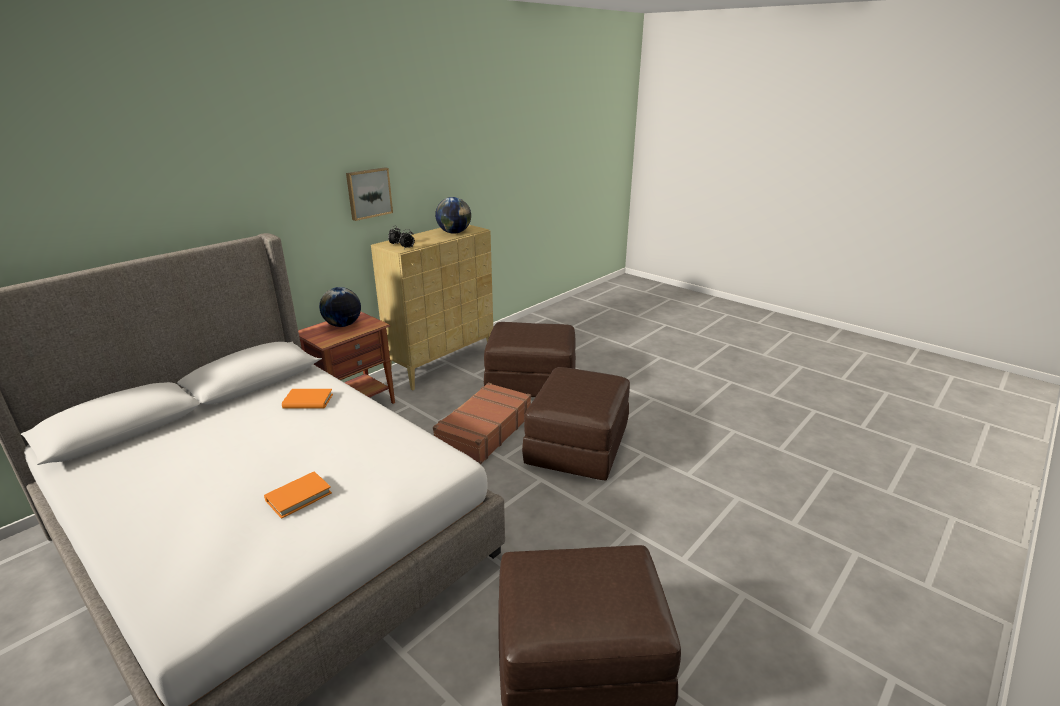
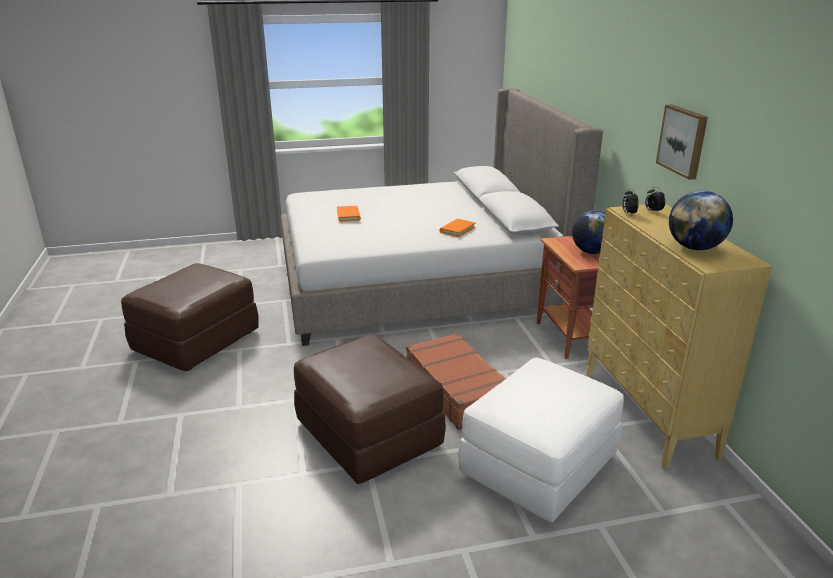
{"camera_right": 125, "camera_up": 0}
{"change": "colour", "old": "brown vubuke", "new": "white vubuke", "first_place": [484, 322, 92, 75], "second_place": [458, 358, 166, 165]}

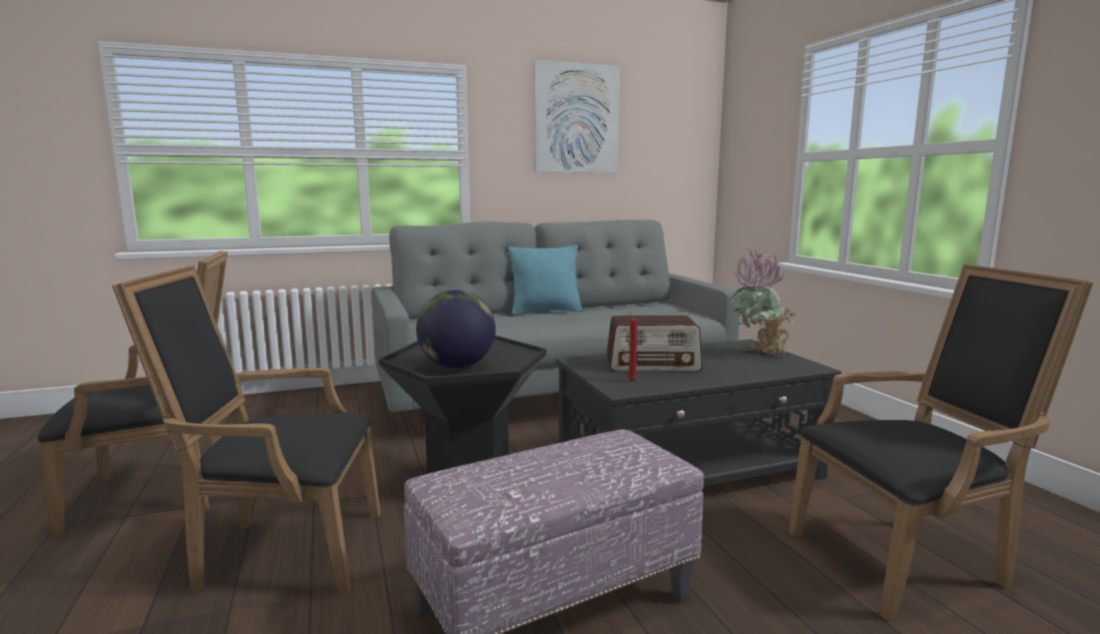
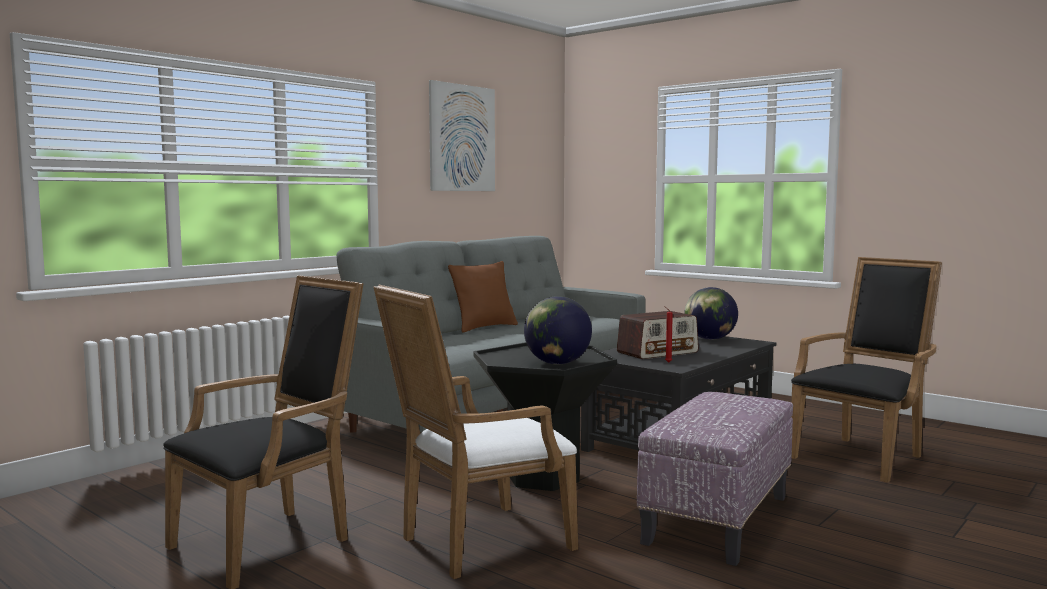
{"camera_right": -30, "camera_up": -5}
{"change": "exchanged", "old": "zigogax", "new": "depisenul", "first_place": [730, 248, 67, 107], "second_place": [684, 287, 54, 53]}
{"change": "colour", "old": "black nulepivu", "new": "white nulepivu", "first_place": [112, 265, 269, 330], "second_place": [374, 285, 204, 294]}
{"change": "colour", "old": "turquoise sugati", "new": "brown sugati", "first_place": [508, 245, 75, 70], "second_place": [448, 261, 70, 72]}

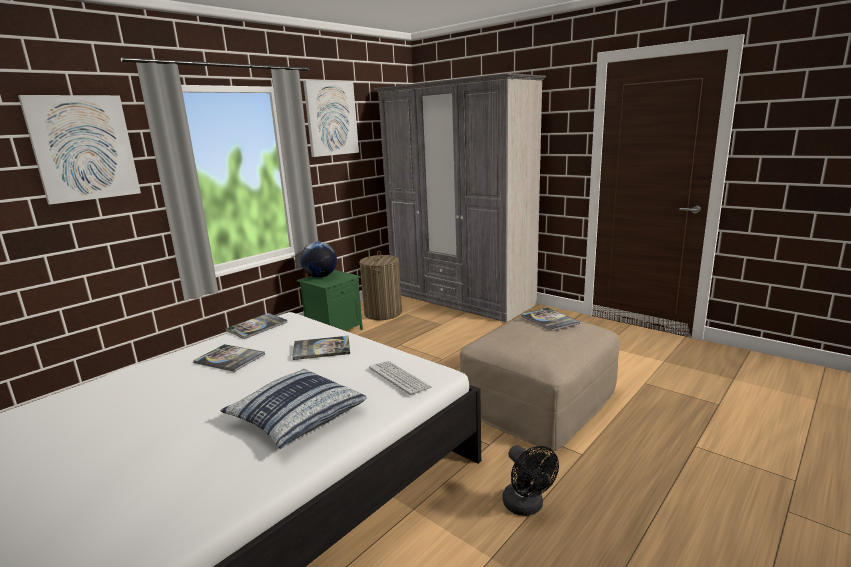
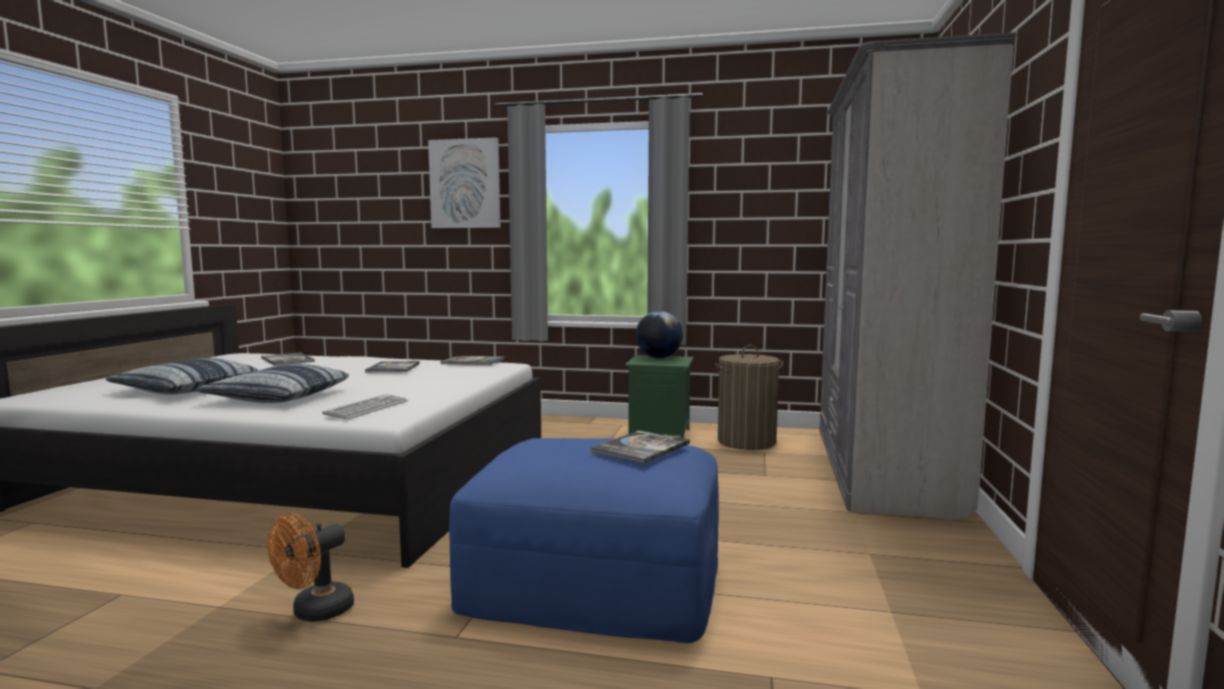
{"camera_right": 60, "camera_up": -10}
{"change": "missing", "old": "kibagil", "first_place": [303, 81, 56, 76]}
{"change": "appeared", "new": "sugati", "second_place": [105, 358, 153, 36]}
{"change": "relocated", "old": "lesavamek", "first_place": [292, 336, 58, 24], "second_place": [261, 352, 54, 14]}
{"change": "colour", "old": "beige vubuke", "new": "blue vubuke", "first_place": [460, 316, 160, 135], "second_place": [449, 438, 270, 205]}
{"change": "colour", "old": "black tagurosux", "new": "orange tagurosux", "first_place": [502, 445, 57, 71], "second_place": [268, 513, 86, 109]}

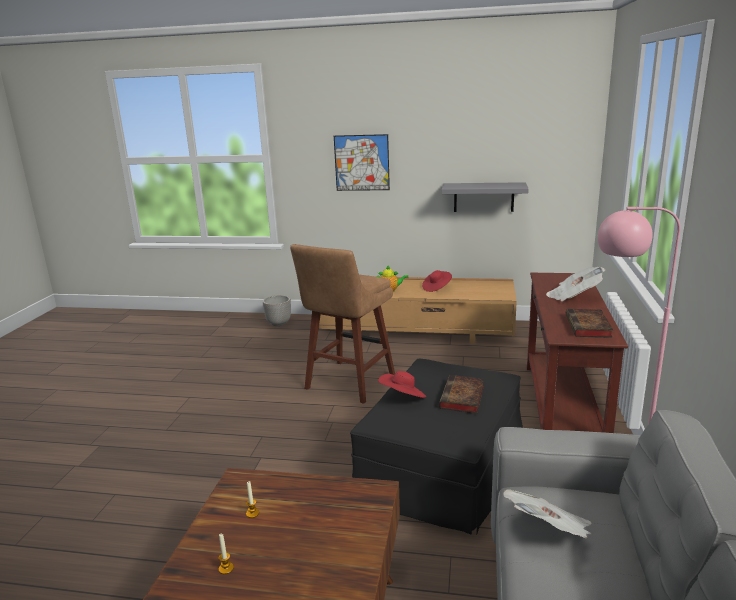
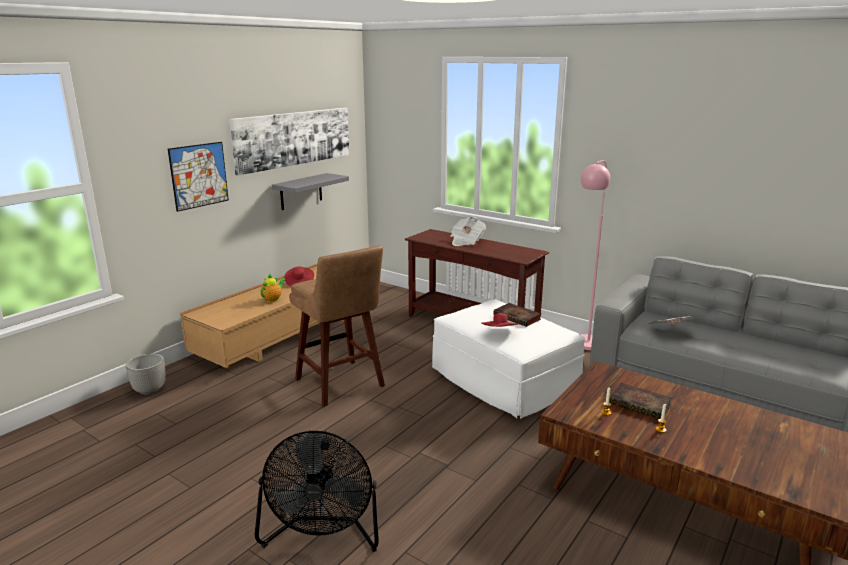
{"camera_right": -65, "camera_up": 0}
{"change": "appeared", "new": "kibagil", "second_place": [229, 108, 120, 68]}
{"change": "appeared", "new": "black tagurosux", "second_place": [255, 430, 124, 122]}
{"change": "relocated", "old": "lesavamek", "first_place": [566, 309, 48, 29], "second_place": [609, 383, 63, 36]}
{"change": "colour", "old": "black vubuke", "new": "white vubuke", "first_place": [350, 359, 173, 176], "second_place": [432, 300, 153, 119]}

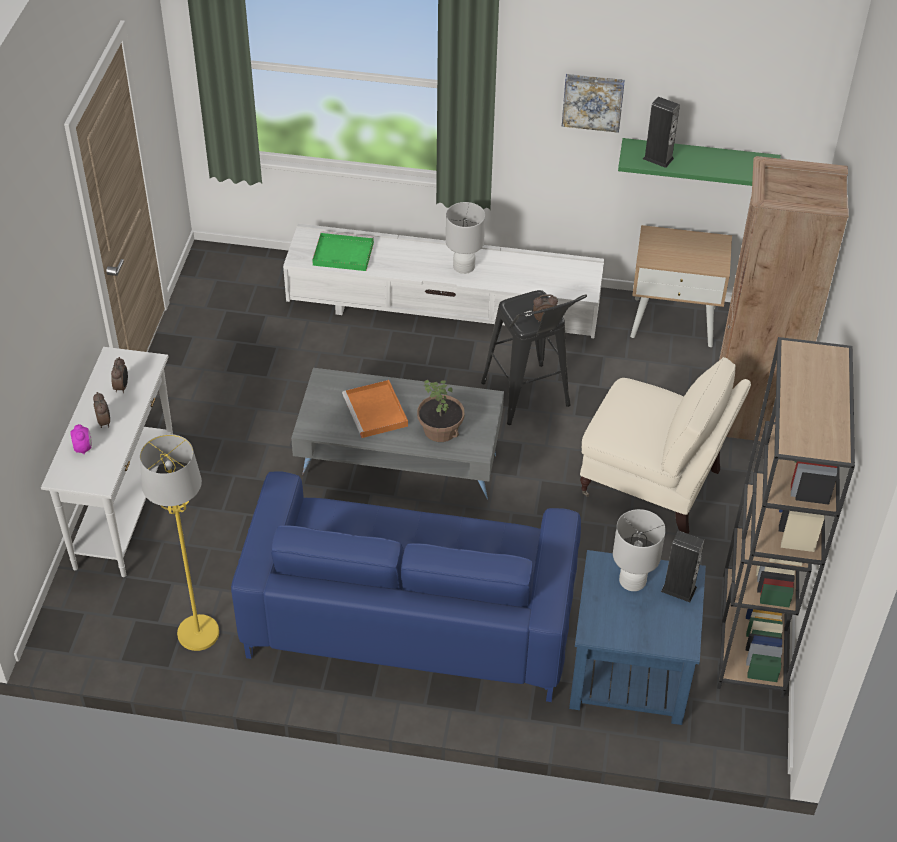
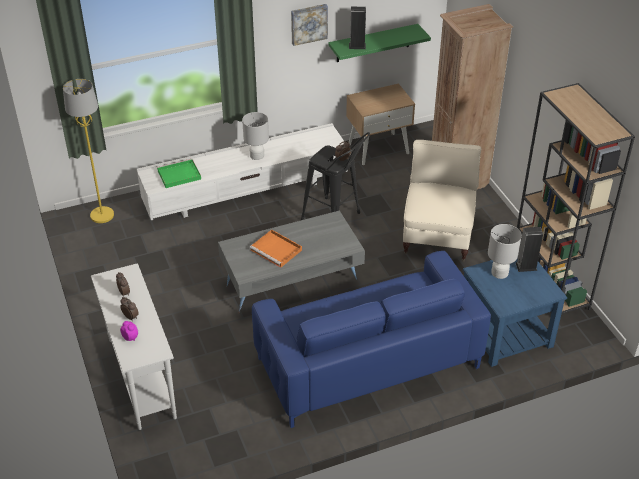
{"camera_right": -30, "camera_up": -5}
{"change": "missing", "old": "zigogax", "first_place": [417, 380, 47, 62]}
{"change": "relocated", "old": "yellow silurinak", "first_place": [140, 434, 79, 217], "second_place": [63, 79, 51, 144]}
{"change": "spun", "old": "beige nulepivu", "first_place": [580, 357, 171, 177], "second_place": [403, 140, 78, 122], "degrees": -75}

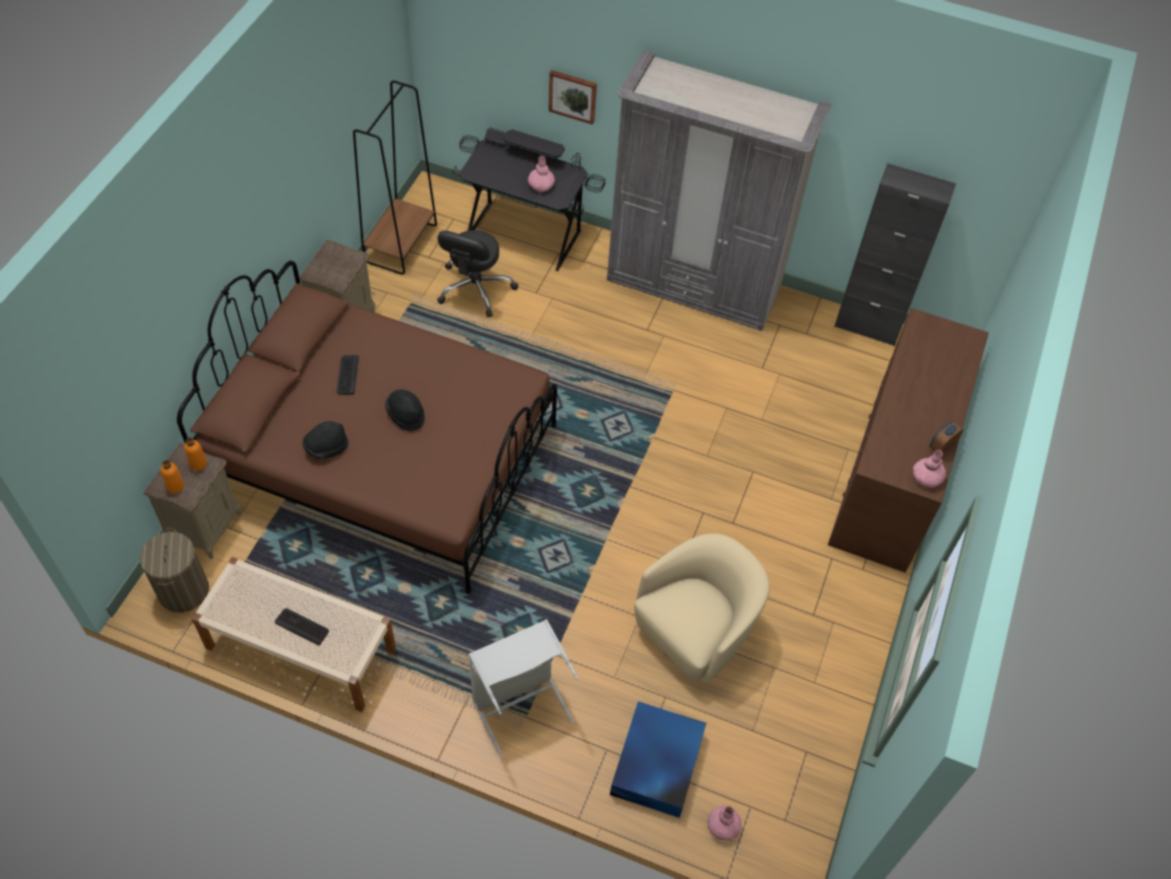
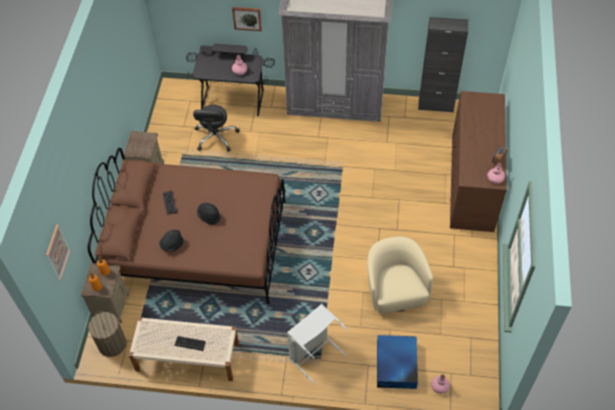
{"camera_right": -10, "camera_up": 0}
{"change": "missing", "old": "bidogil", "first_place": [353, 80, 84, 195]}
{"change": "appeared", "new": "kibagil", "second_place": [46, 224, 25, 56]}
{"change": "spun", "old": "beige nulepivu", "first_place": [634, 533, 136, 150], "second_place": [367, 236, 66, 78], "degrees": -45}

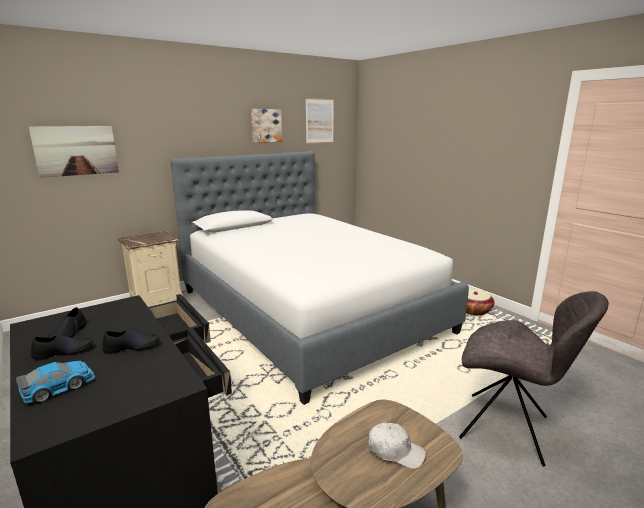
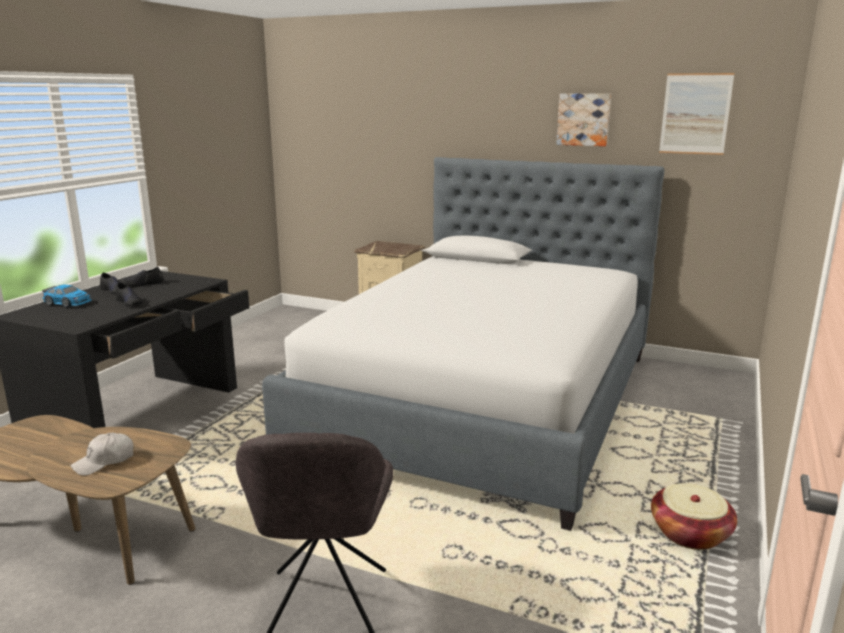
{"camera_right": 60, "camera_up": 0}
{"change": "missing", "old": "kibagil", "first_place": [29, 126, 90, 52]}
{"change": "spun", "old": "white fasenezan", "first_place": [368, 423, 58, 46], "second_place": [71, 433, 63, 43], "degrees": 60}

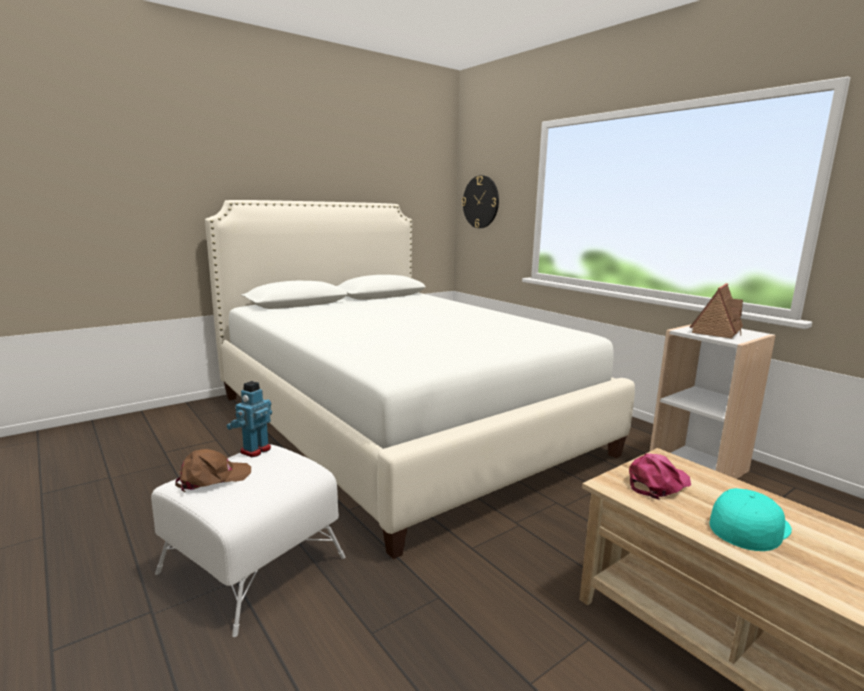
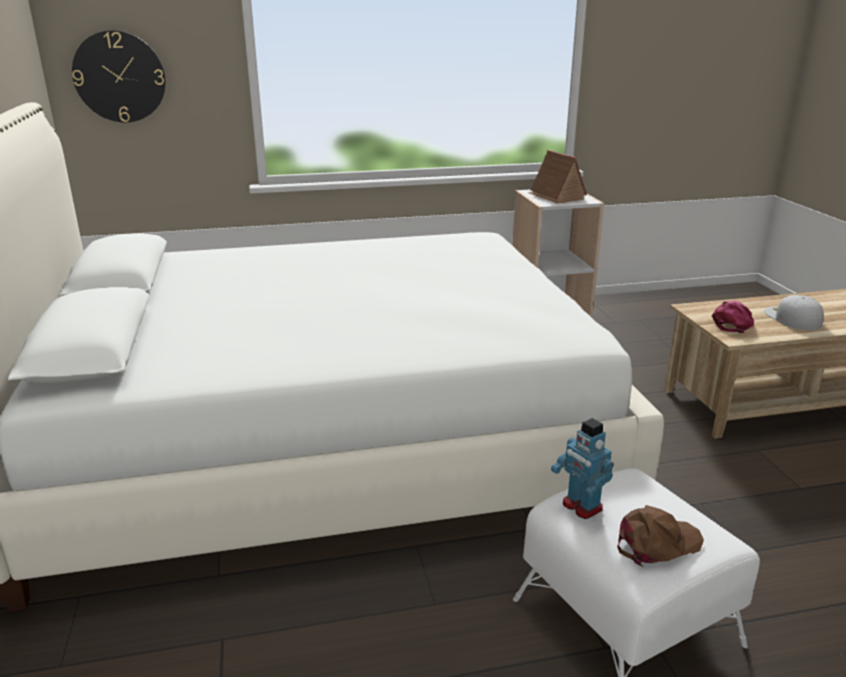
{"camera_right": -65, "camera_up": 10}
{"change": "colour", "old": "turquoise fasenezan", "new": "white fasenezan", "first_place": [709, 488, 83, 63], "second_place": [764, 295, 60, 35]}
{"change": "spun", "old": "brown fasenezan", "first_place": [175, 449, 76, 43], "second_place": [617, 505, 87, 62], "degrees": 75}
{"change": "spun", "old": "pink fasenezan", "first_place": [629, 453, 62, 47], "second_place": [712, 301, 42, 32], "degrees": 45}

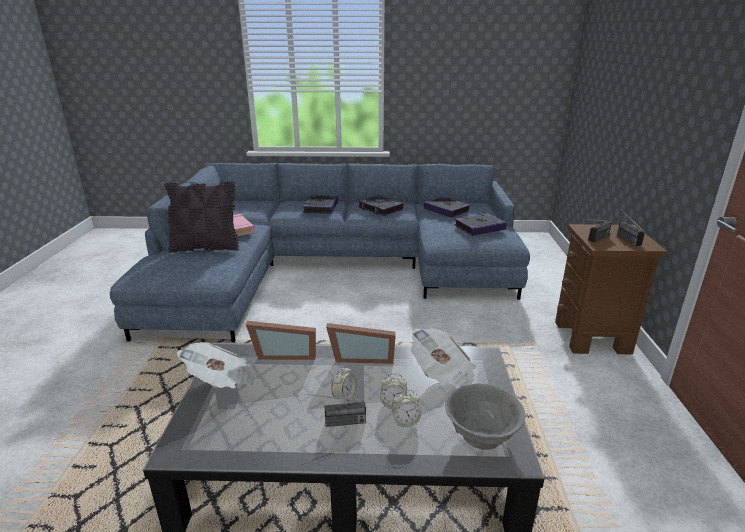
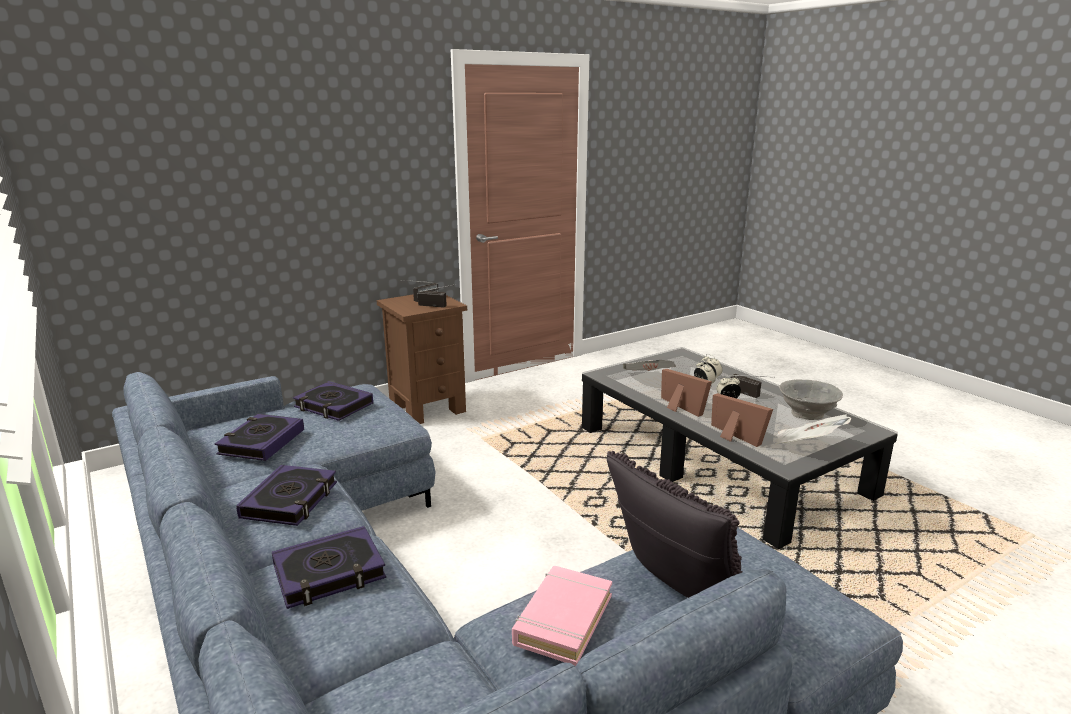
{"camera_right": -125, "camera_up": -5}
{"change": "relocated", "old": "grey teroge", "first_place": [445, 384, 80, 66], "second_place": [779, 380, 64, 40]}

